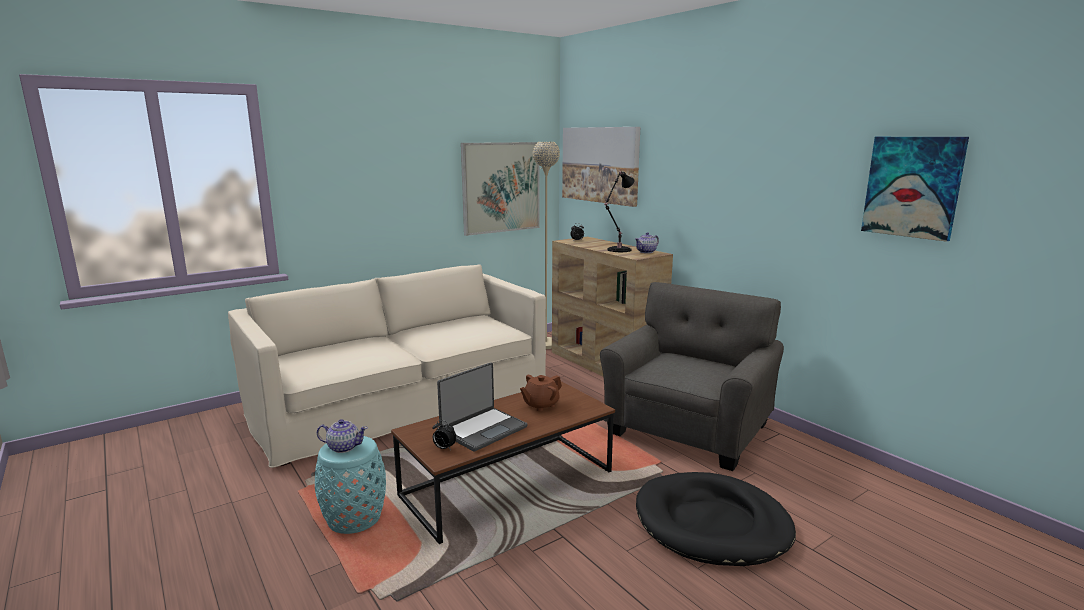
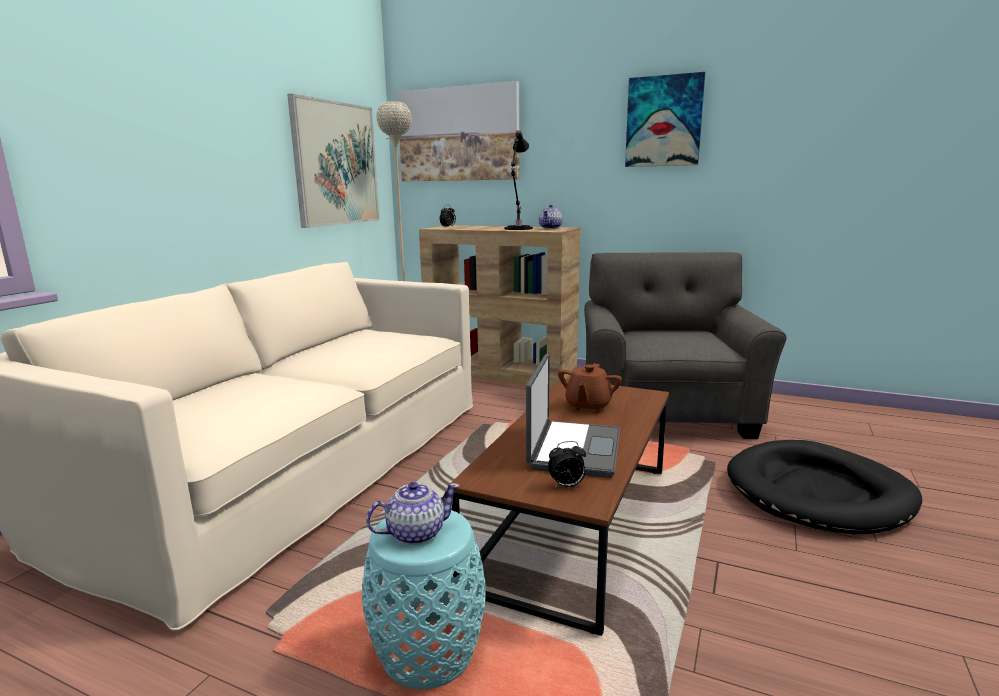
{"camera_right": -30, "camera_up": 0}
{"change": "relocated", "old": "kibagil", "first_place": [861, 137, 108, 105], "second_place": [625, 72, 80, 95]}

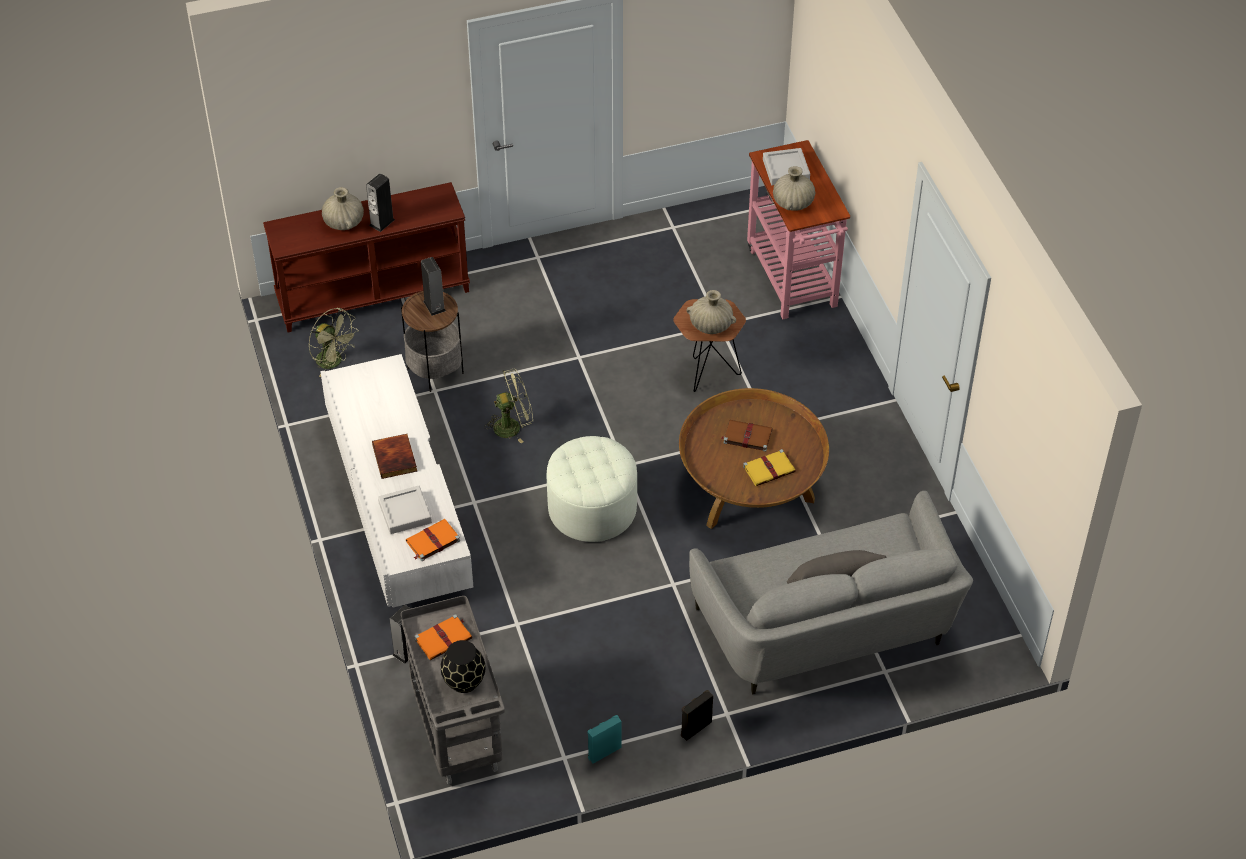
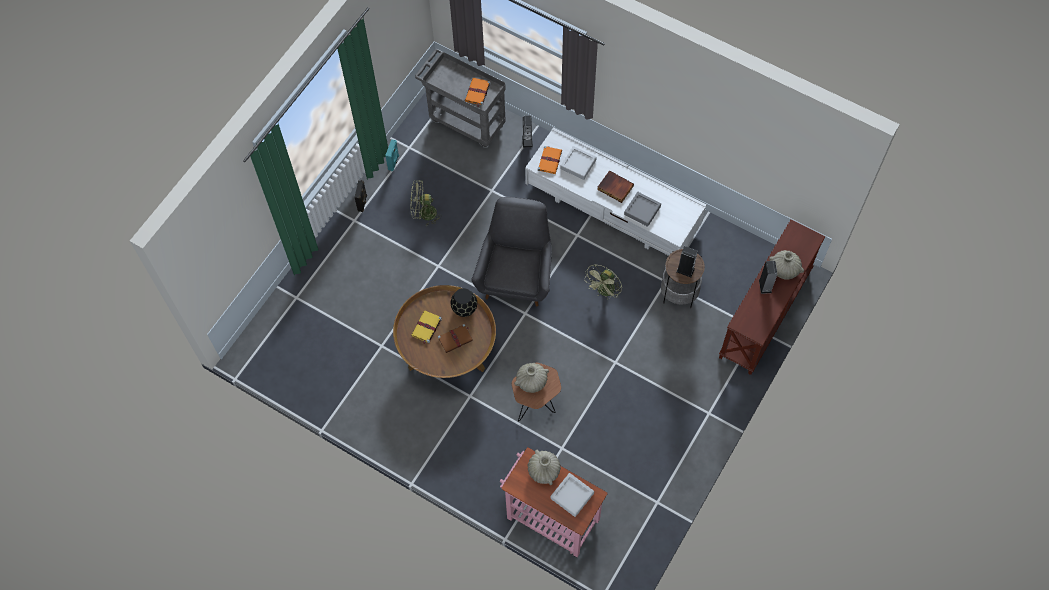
{"camera_right": 140, "camera_up": 15}
{"change": "missing", "old": "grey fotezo", "first_place": [689, 491, 284, 204]}
{"change": "appeared", "new": "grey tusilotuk", "second_place": [624, 192, 37, 35]}
{"change": "relocated", "old": "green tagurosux", "first_place": [308, 308, 51, 69], "second_place": [410, 180, 32, 46]}
{"change": "relocated", "old": "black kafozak", "first_place": [440, 640, 45, 53], "second_place": [451, 288, 26, 29]}
{"change": "exchanged", "old": "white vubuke", "new": "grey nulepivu", "first_place": [547, 436, 90, 106], "second_place": [471, 197, 81, 109]}

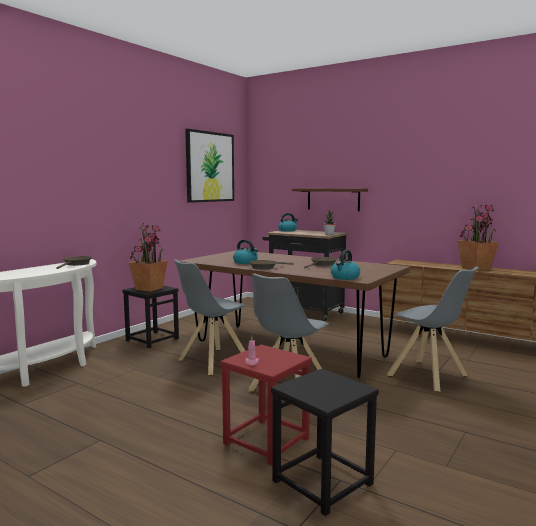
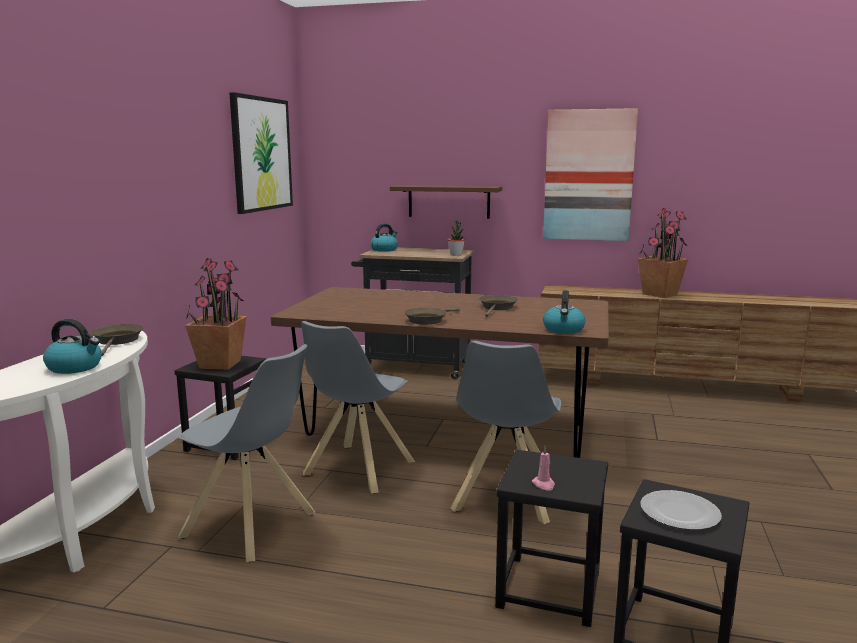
{"camera_right": -20, "camera_up": 5}
{"change": "appeared", "new": "kibagil", "second_place": [543, 108, 95, 133]}
{"change": "appeared", "new": "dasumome", "second_place": [640, 490, 82, 40]}
{"change": "relocated", "old": "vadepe", "first_place": [233, 239, 25, 25], "second_place": [43, 319, 59, 55]}
{"change": "relocated", "old": "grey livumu", "first_place": [387, 266, 92, 126], "second_place": [178, 344, 138, 218]}
{"change": "colour", "old": "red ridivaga", "new": "black ridivaga", "first_place": [220, 345, 92, 120], "second_place": [495, 450, 113, 177]}

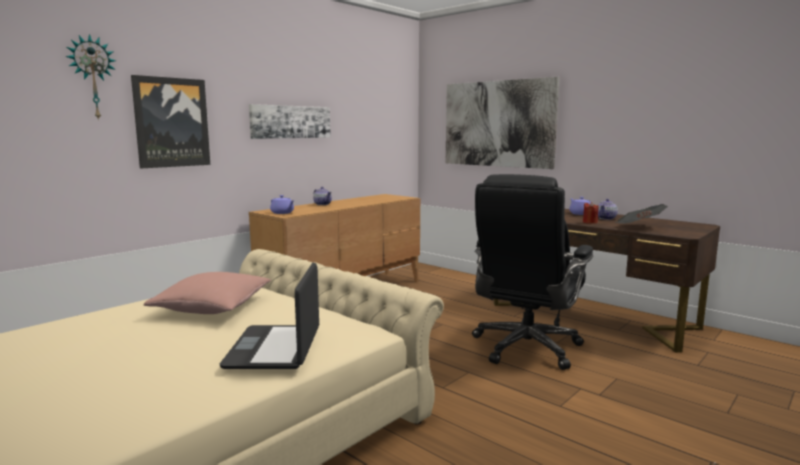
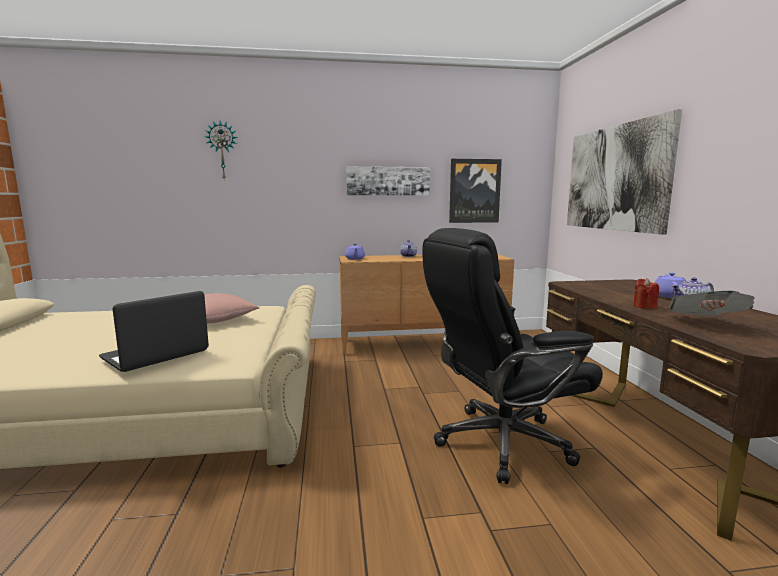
{"camera_right": 40, "camera_up": 0}
{"change": "relocated", "old": "kibagil", "first_place": [131, 75, 79, 93], "second_place": [449, 159, 53, 64]}

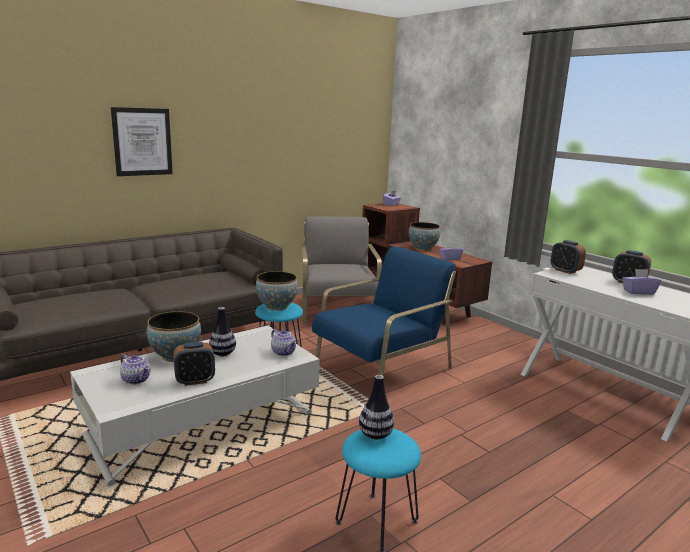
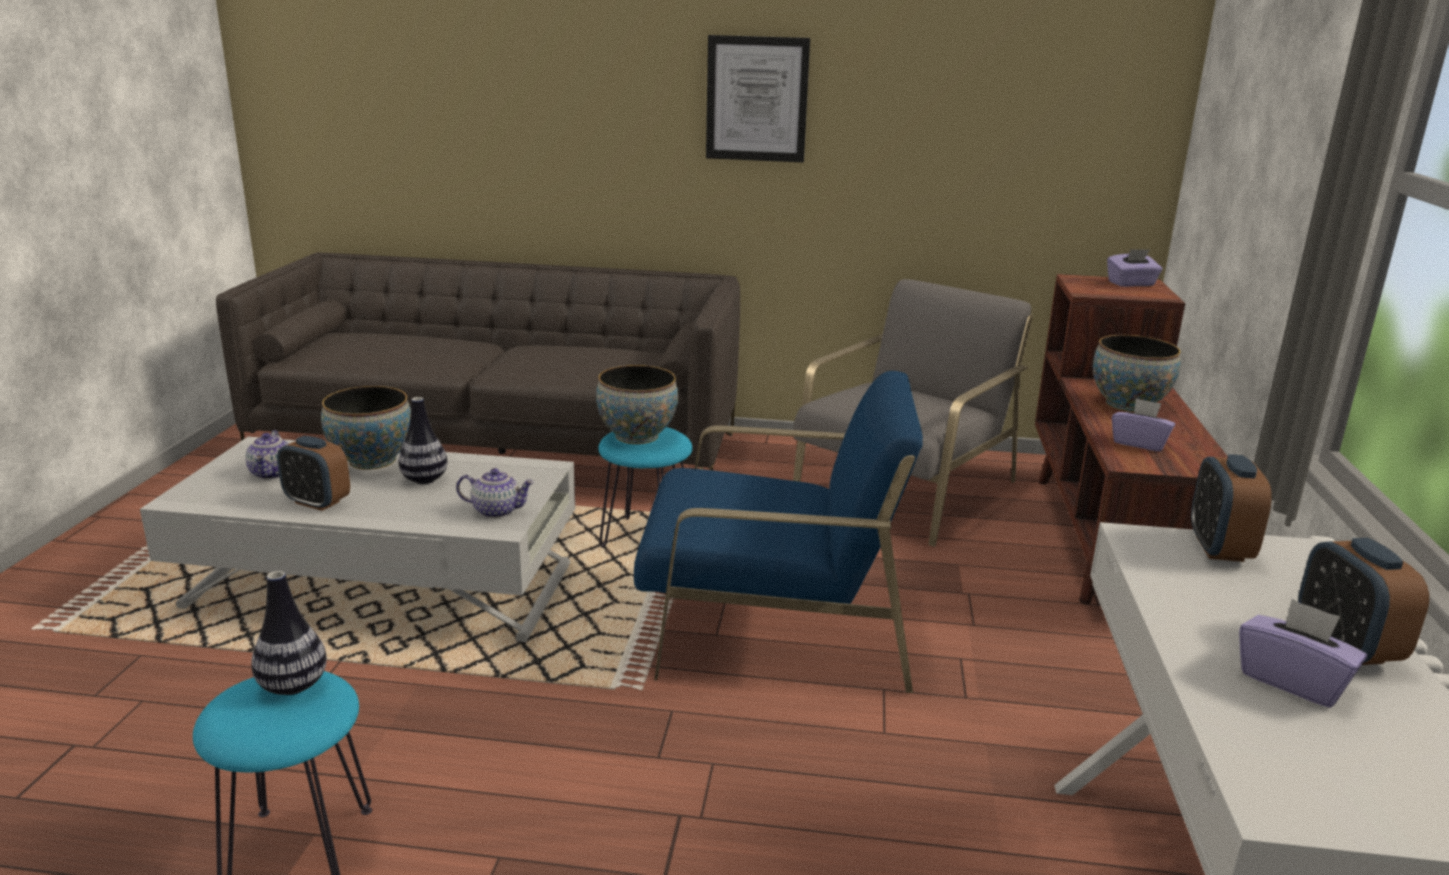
{"camera_right": 45, "camera_up": 5}
{"change": "relocated", "old": "kibagil", "first_place": [111, 107, 62, 69], "second_place": [706, 35, 104, 128]}
{"change": "spun", "old": "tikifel", "first_place": [271, 329, 25, 27], "second_place": [456, 468, 78, 50], "degrees": -90}

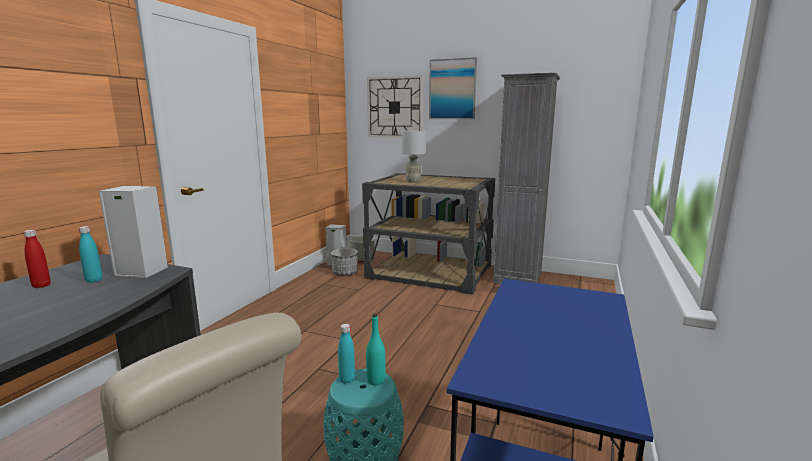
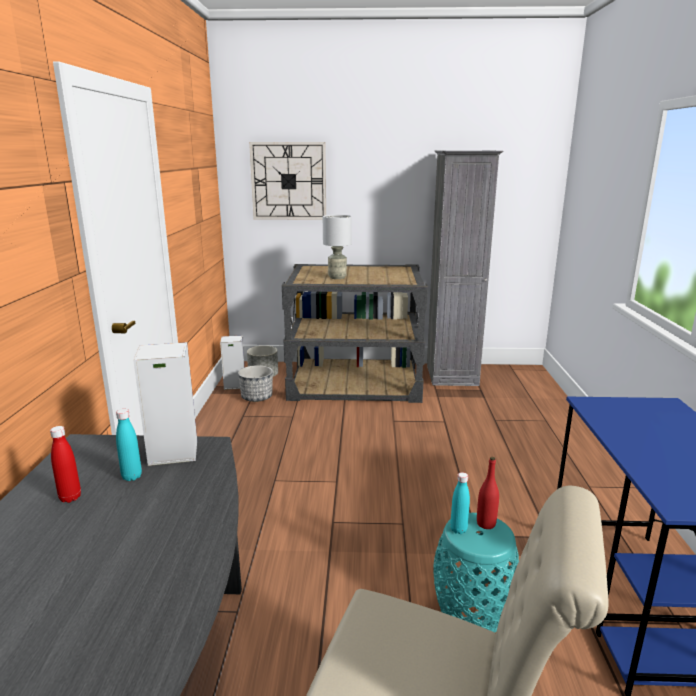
{"camera_right": -20, "camera_up": 5}
{"change": "missing", "old": "kibagil", "first_place": [429, 57, 48, 62]}
{"change": "colour", "old": "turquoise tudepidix", "new": "red tudepidix", "first_place": [366, 314, 19, 71], "second_place": [477, 457, 22, 72]}

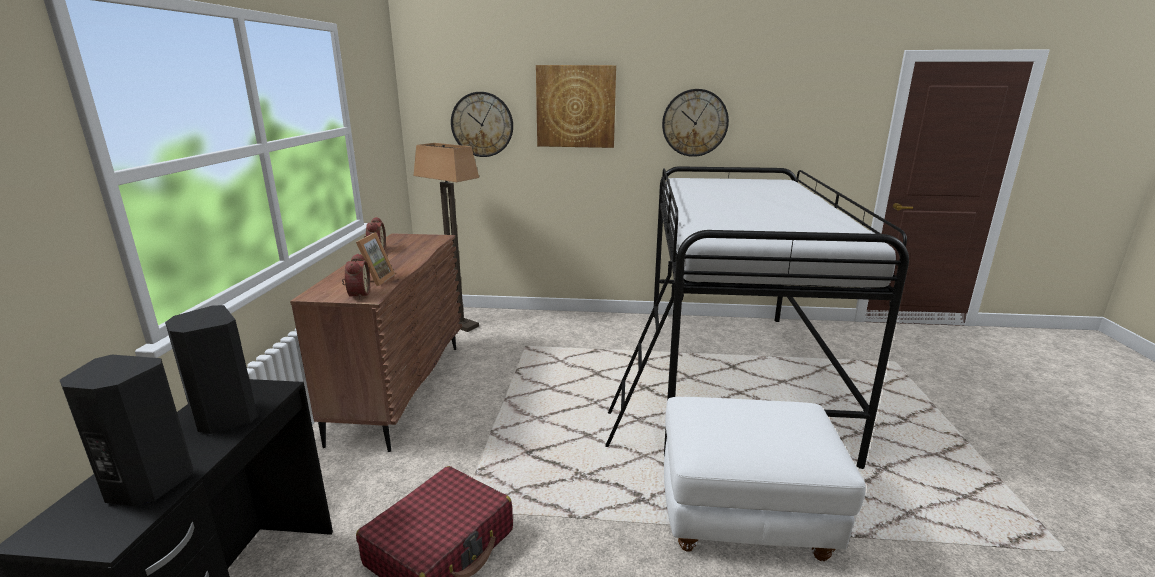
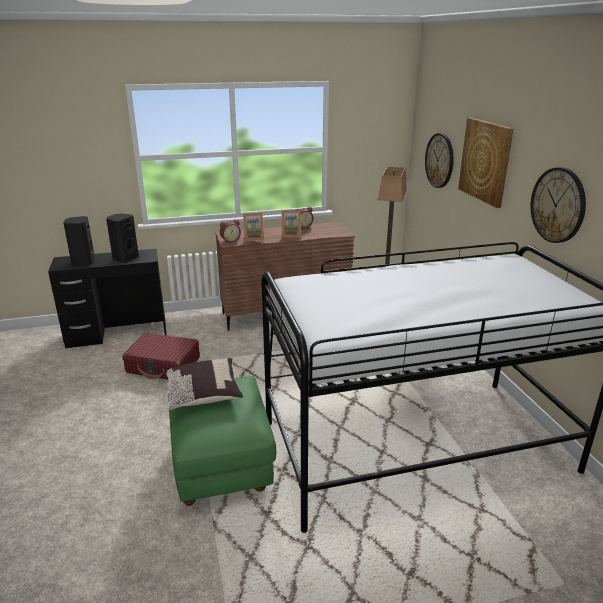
{"camera_right": 70, "camera_up": 5}
{"change": "appeared", "new": "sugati", "second_place": [165, 358, 78, 52]}
{"change": "appeared", "new": "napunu", "second_place": [282, 210, 19, 27]}
{"change": "colour", "old": "white vubuke", "new": "green vubuke", "first_place": [664, 397, 202, 164], "second_place": [168, 376, 108, 130]}

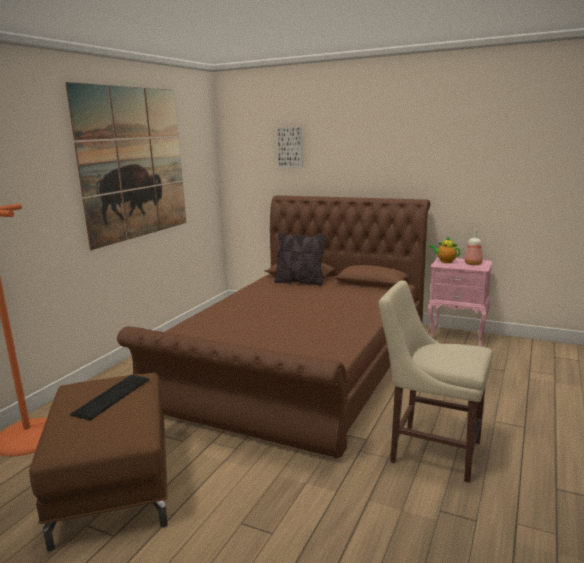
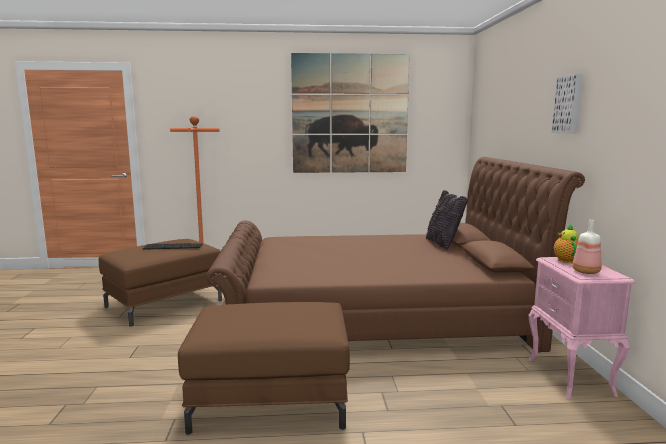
{"camera_right": 60, "camera_up": -5}
{"change": "relocated", "old": "kibagil", "first_place": [277, 127, 26, 40], "second_place": [551, 73, 32, 61]}
{"change": "exchanged", "old": "beige livumu", "new": "brown vubuke", "first_place": [378, 280, 115, 203], "second_place": [178, 302, 172, 133]}

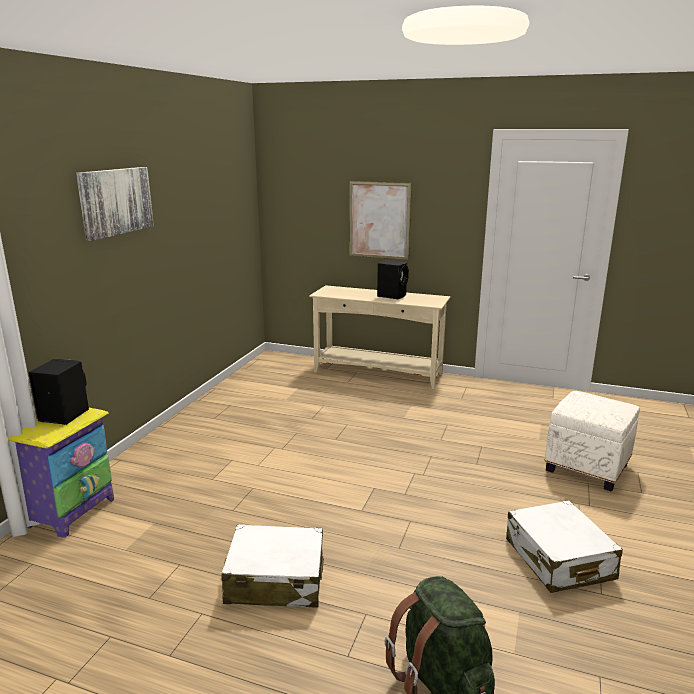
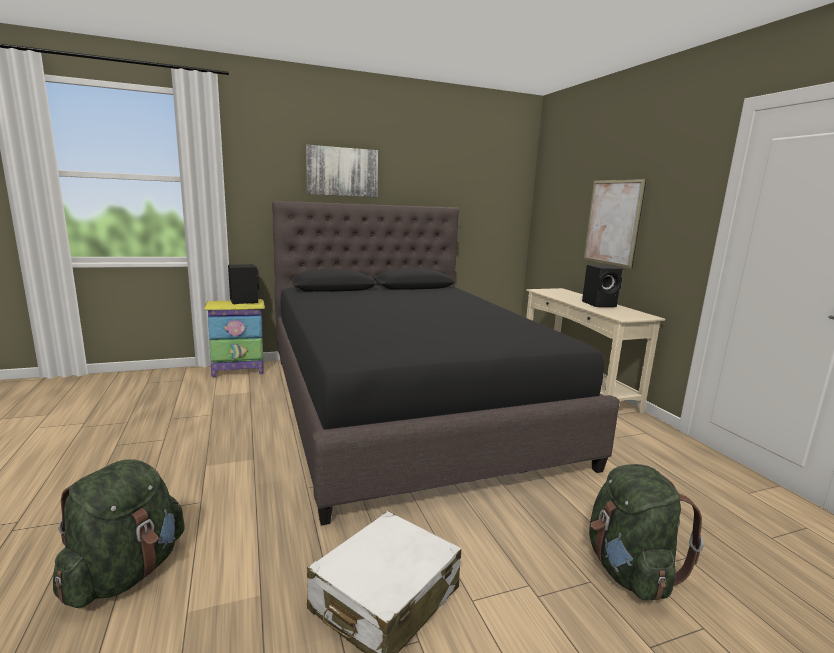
{"camera_right": 50, "camera_up": -5}
{"change": "missing", "old": "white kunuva", "first_place": [222, 524, 102, 84]}
{"change": "appeared", "new": "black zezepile", "second_place": [272, 201, 348, 325]}
{"change": "exchanged", "old": "white vubuke", "new": "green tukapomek", "first_place": [545, 391, 95, 101], "second_place": [589, 464, 115, 137]}

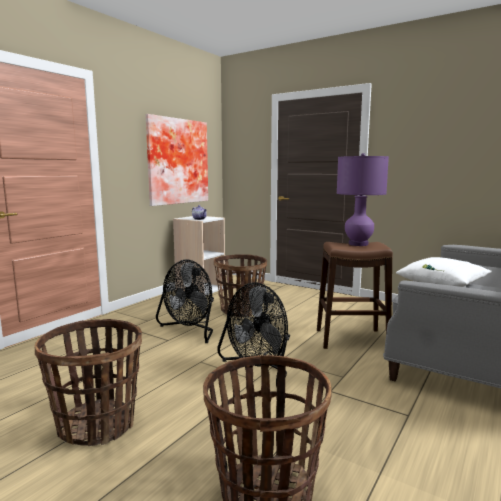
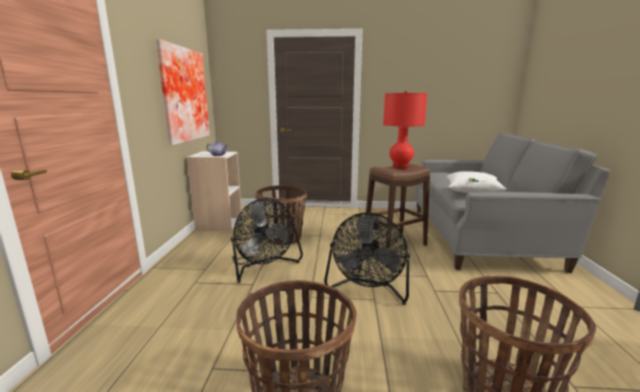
{"camera_right": -30, "camera_up": 5}
{"change": "colour", "old": "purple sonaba", "new": "red sonaba", "first_place": [337, 153, 52, 93], "second_place": [383, 90, 44, 79]}
{"change": "spun", "old": "black tagurosux", "first_place": [156, 260, 58, 83], "second_place": [231, 198, 72, 85], "degrees": -45}

